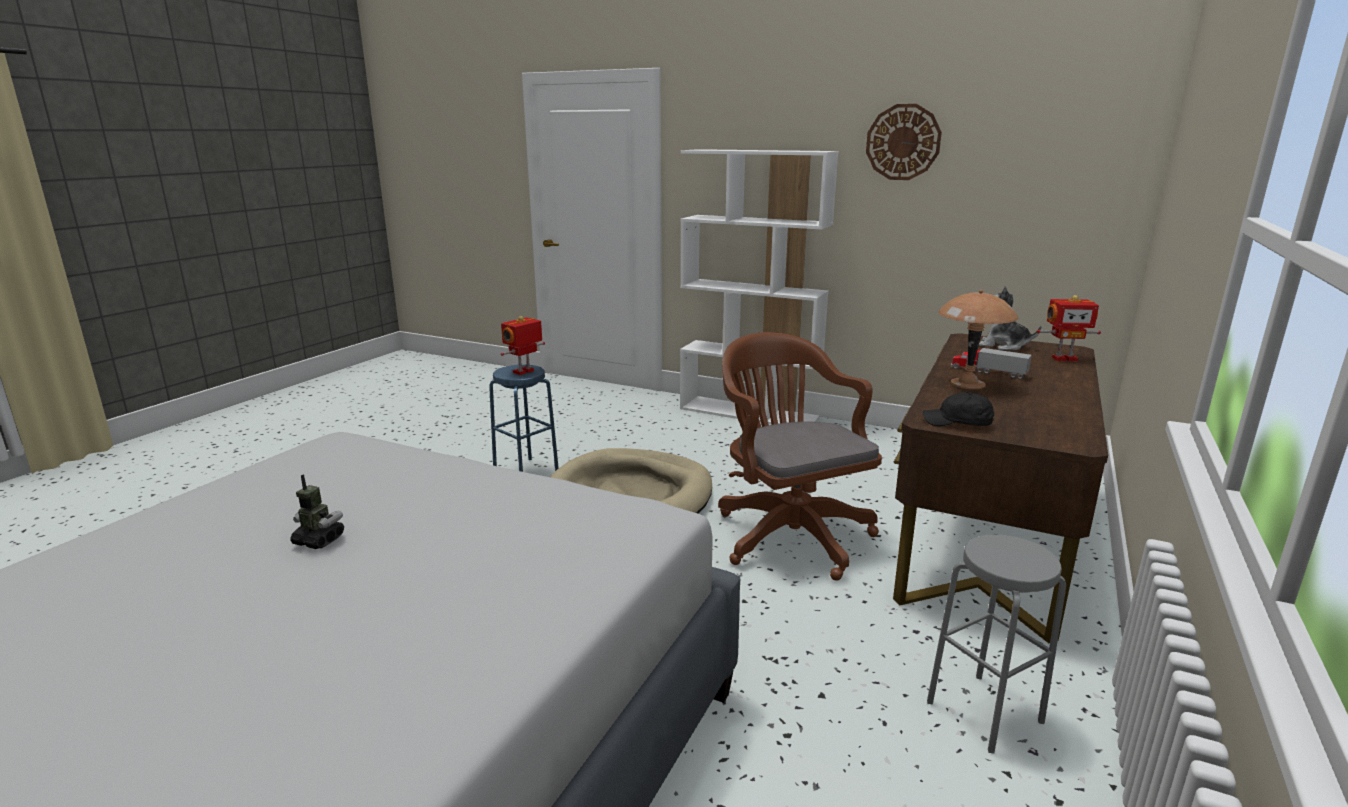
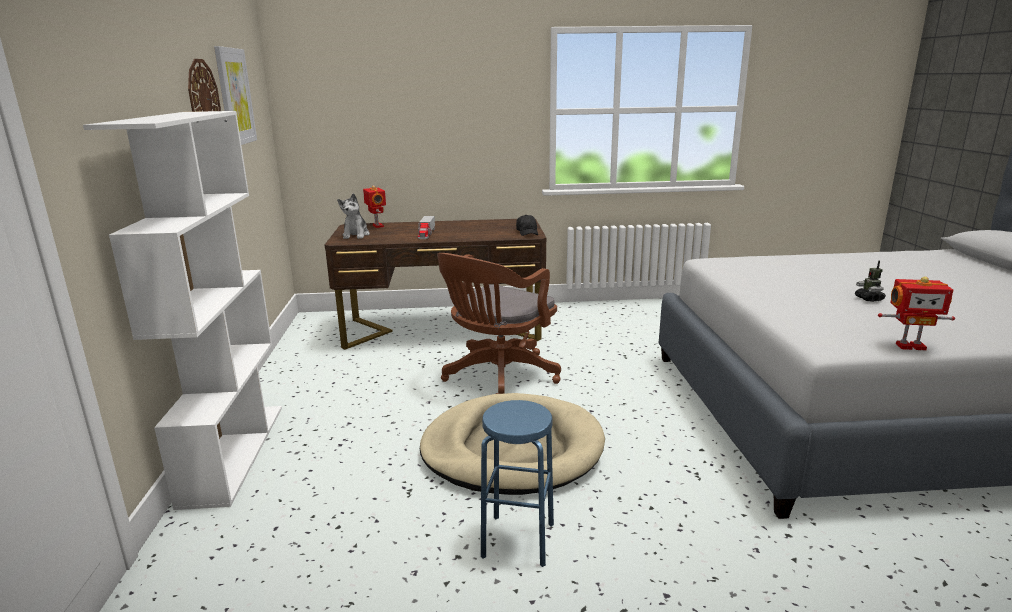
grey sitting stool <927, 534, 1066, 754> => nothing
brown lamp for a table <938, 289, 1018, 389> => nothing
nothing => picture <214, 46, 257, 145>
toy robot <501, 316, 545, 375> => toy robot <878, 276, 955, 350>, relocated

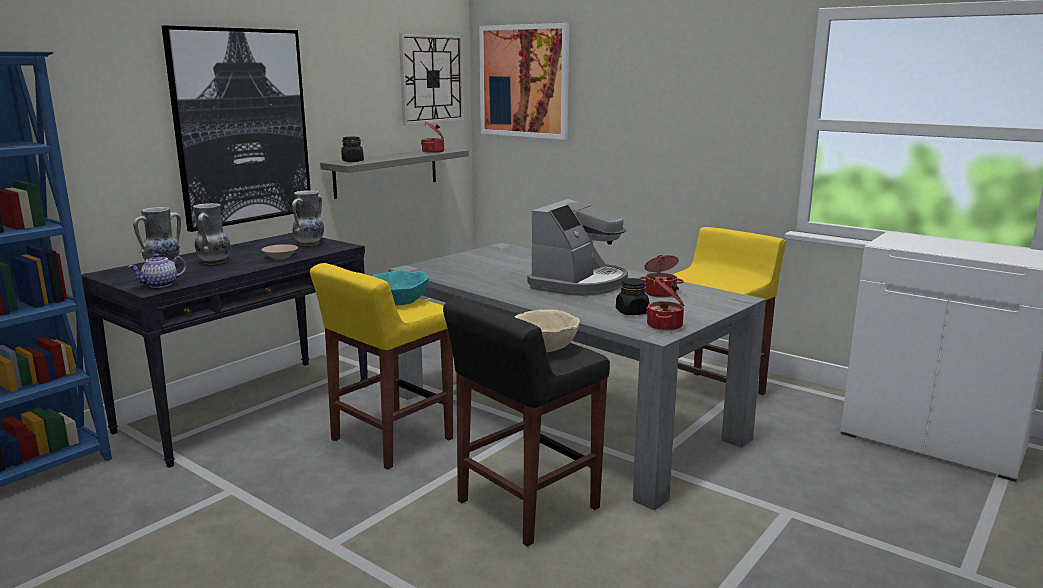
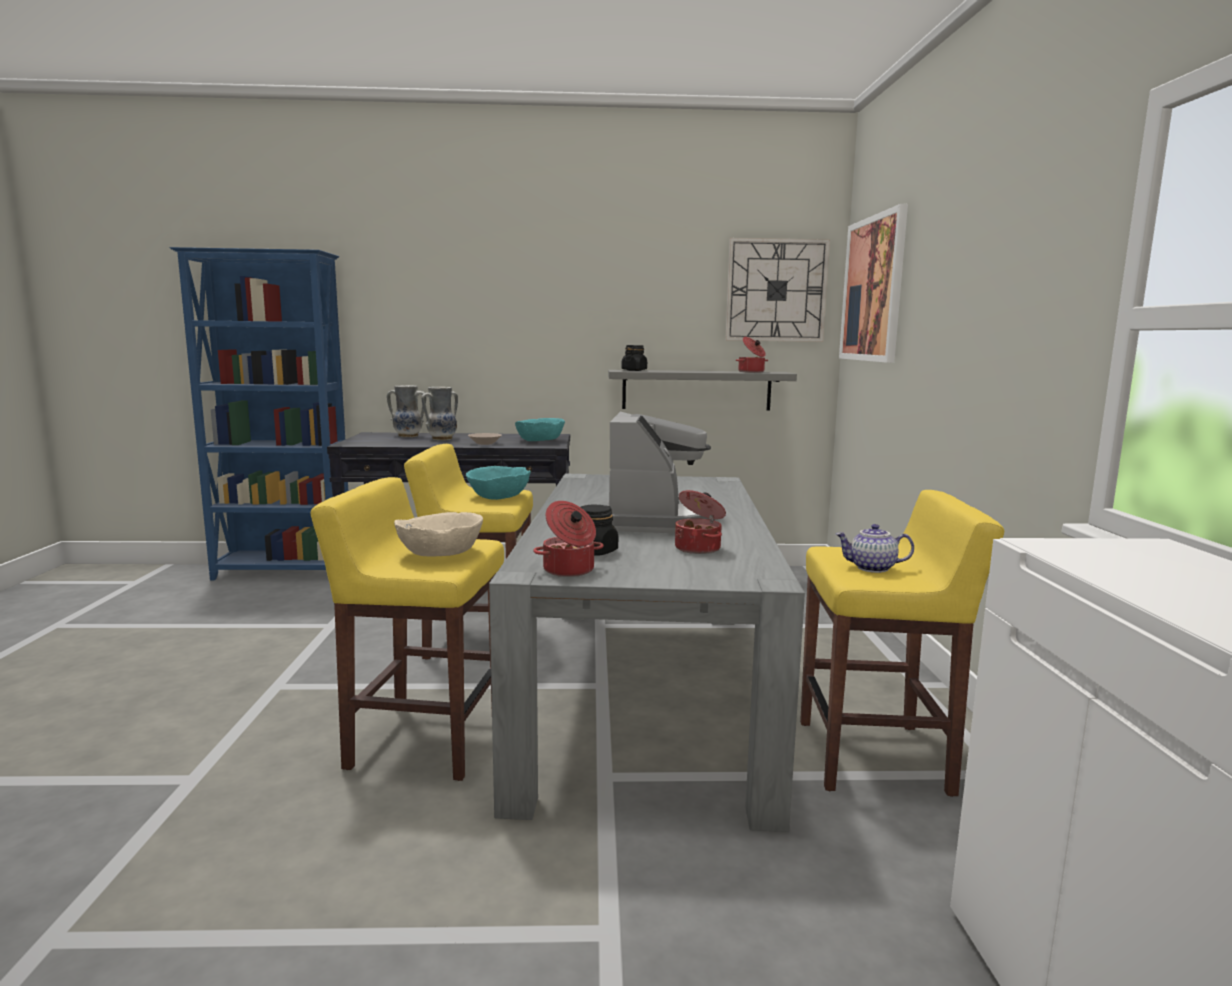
picture <162, 26, 311, 232> => nothing
teapot <128, 254, 187, 288> => teapot <835, 524, 914, 573>, relocated
vase <292, 190, 324, 246> => turquoise bowl <515, 418, 565, 441>
blackish sitting stool <443, 298, 610, 547> => yellow-coloured sitting stool <311, 477, 504, 781>
coffee maker <528, 199, 628, 296> => coffee maker <607, 412, 715, 533>, 75 degrees counterclockwise

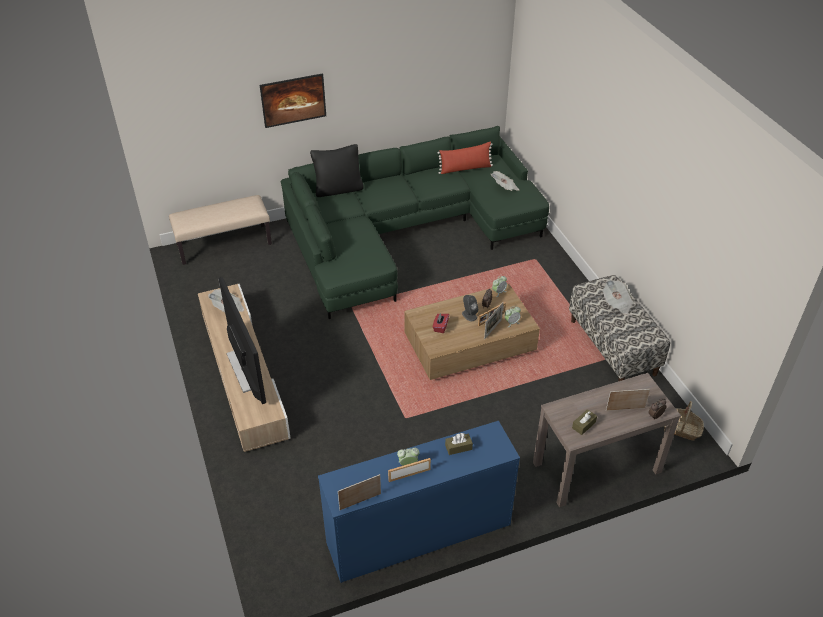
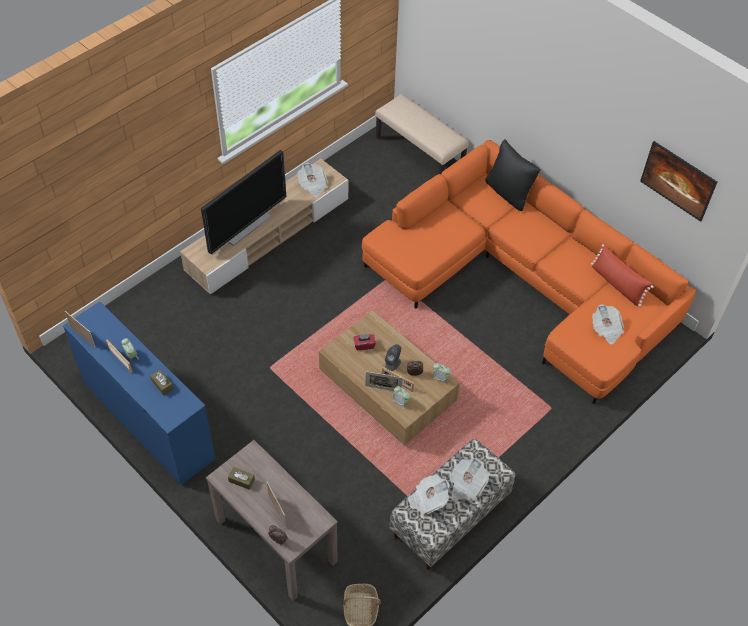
nothing => printed paper <408, 474, 450, 515>
picture <260, 73, 326, 128> => picture <640, 141, 717, 222>, relocated
green-coloured settee <281, 126, 549, 319> => orange-coloured settee <362, 140, 696, 404>

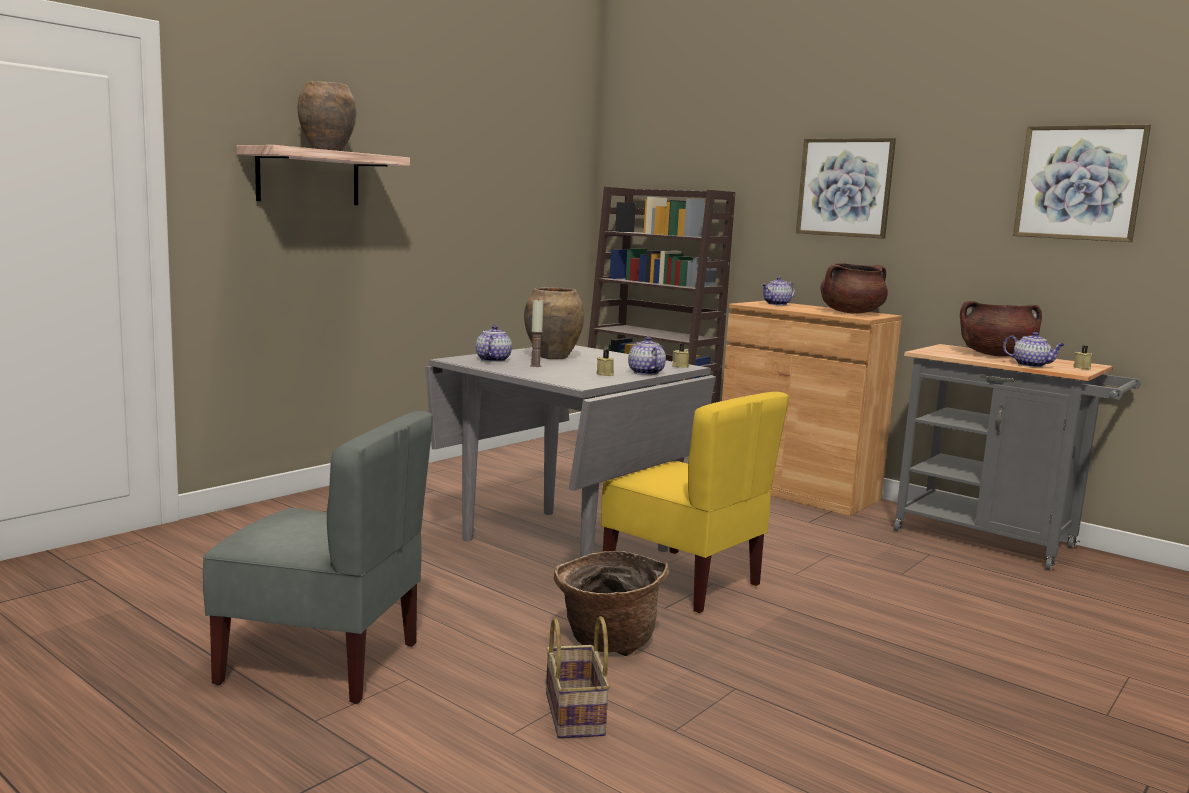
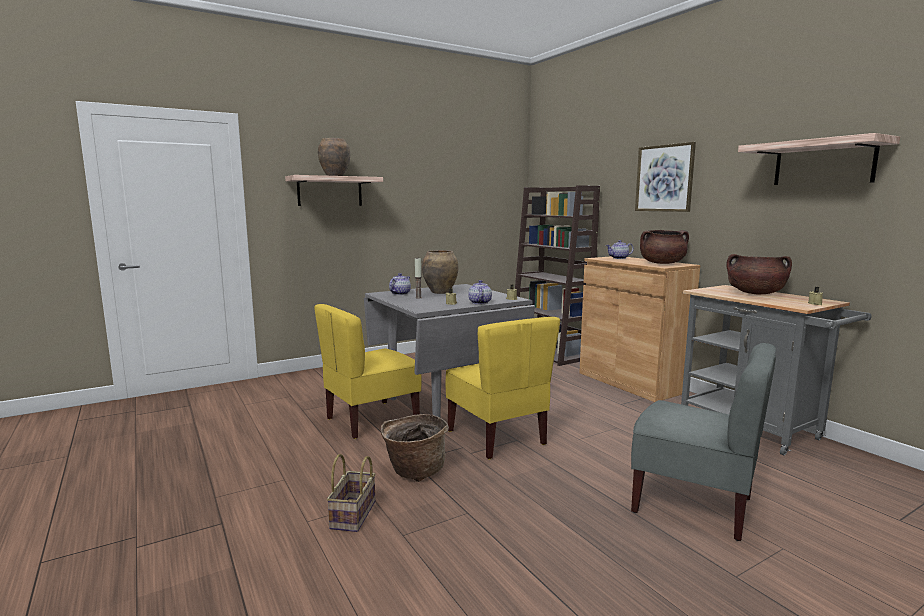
teapot <1003, 332, 1065, 367> => nothing
nothing => yellow-coloured upright chair <314, 304, 422, 439>
grey upright chair <203, 411, 433, 704> => grey upright chair <631, 343, 776, 541>, relocated
picture <1013, 124, 1151, 242> => shelf <738, 133, 900, 185>

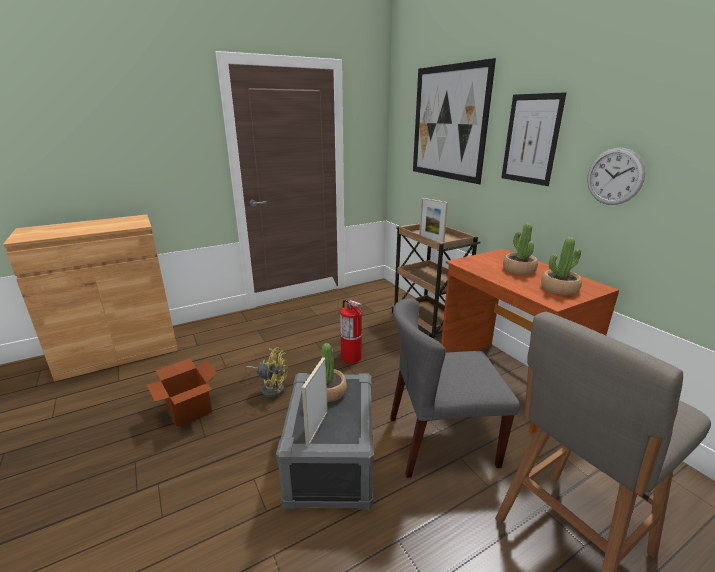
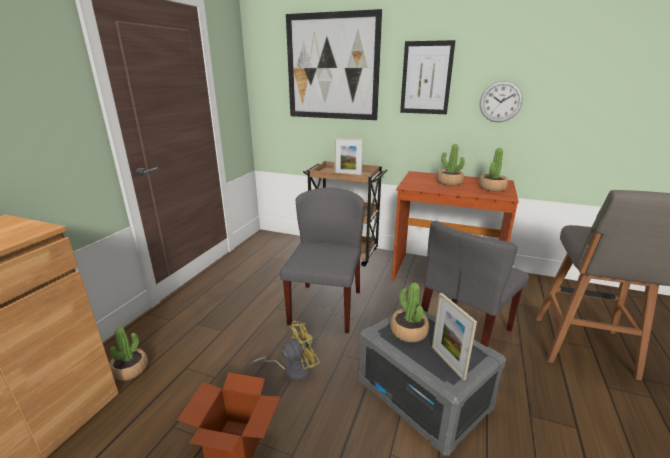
nothing => plant in a pot <110, 327, 148, 381>
fire extinguisher <340, 300, 363, 364> => grey upright chair <280, 187, 365, 333>

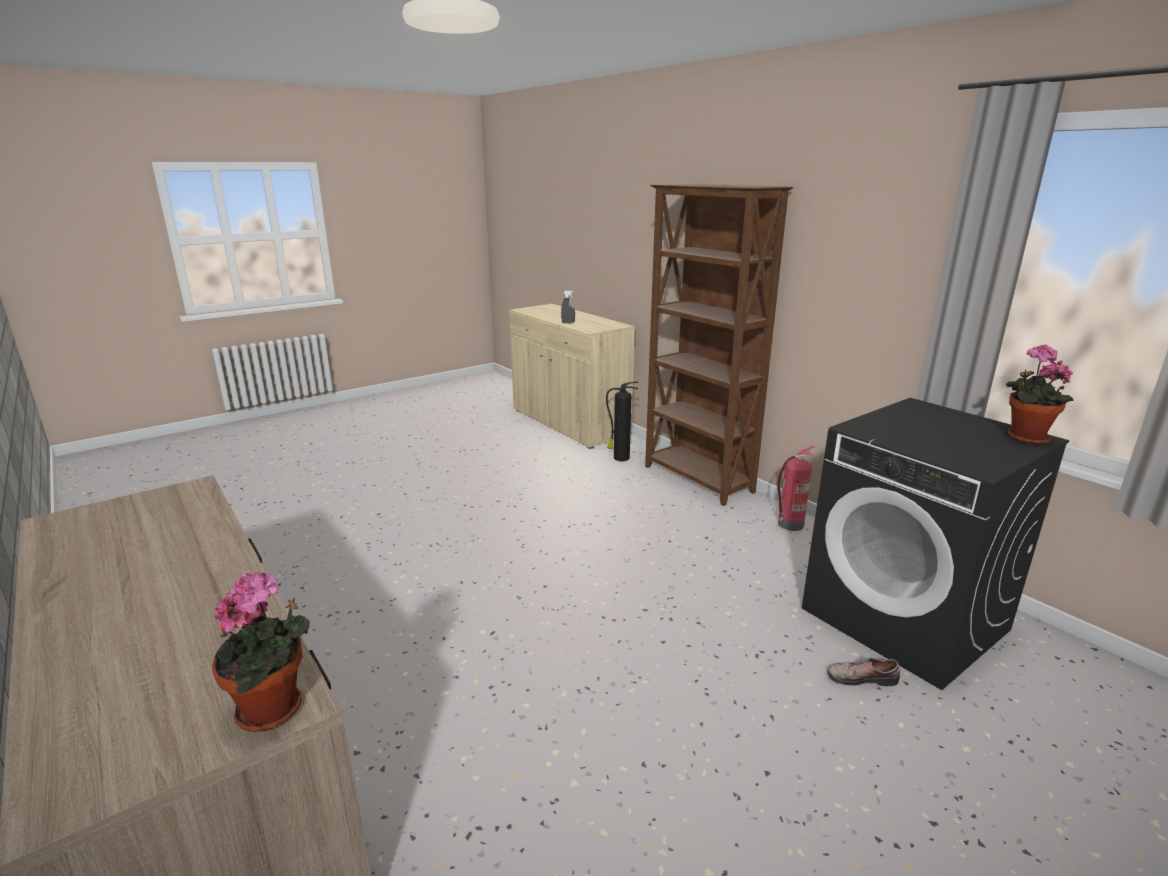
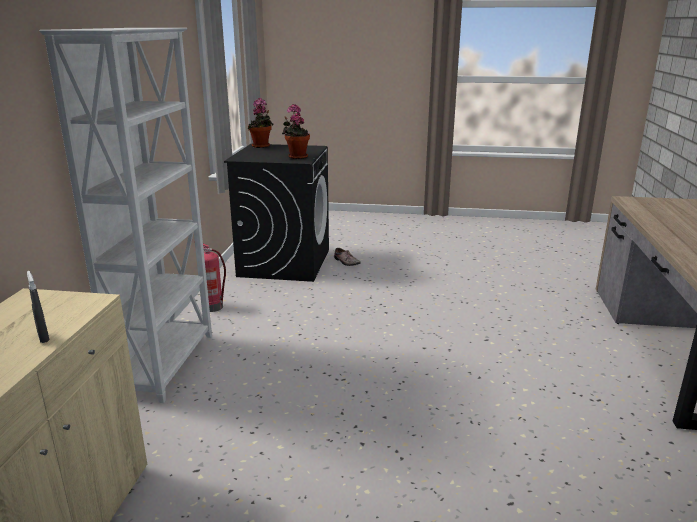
fire extinguisher <606, 381, 638, 461> => nothing
plant in a pot <212, 572, 310, 732> => plant in a pot <282, 104, 310, 159>, relocated
brown bookcase <645, 184, 793, 506> => whitish bookcase <39, 28, 212, 403>

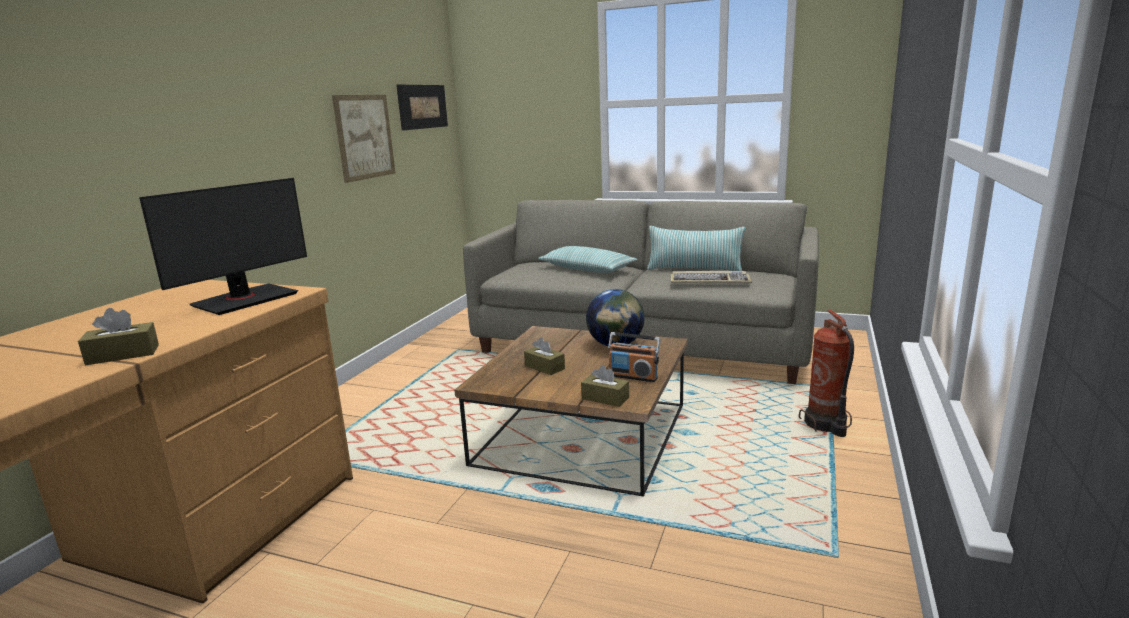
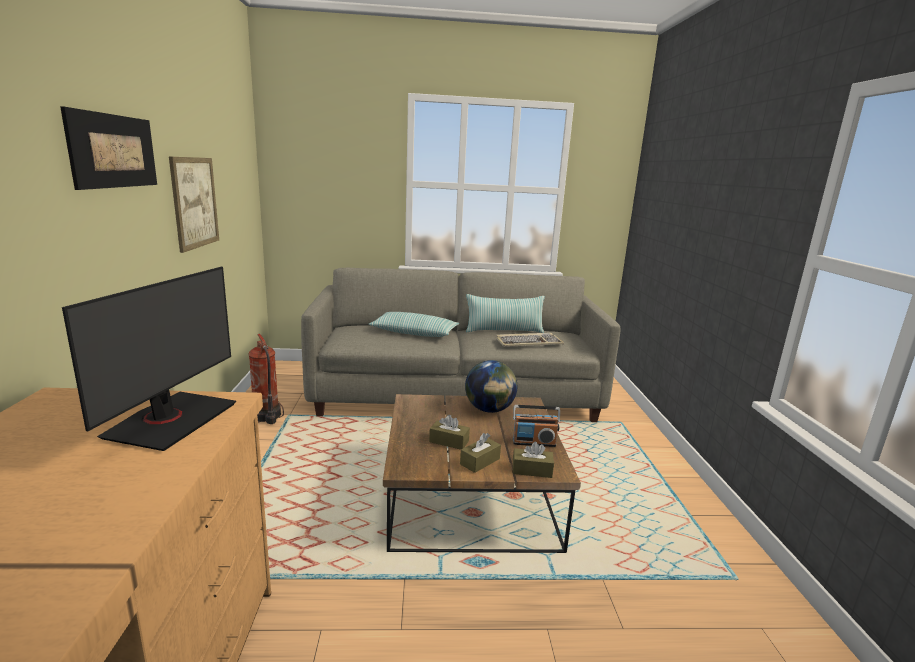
brown tissue box <78, 308, 159, 365> => brown tissue box <460, 433, 501, 473>, relocated
picture <396, 85, 448, 131> => picture <60, 106, 157, 190>, relocated
fire extinguisher <799, 309, 854, 437> => fire extinguisher <249, 334, 284, 424>, relocated

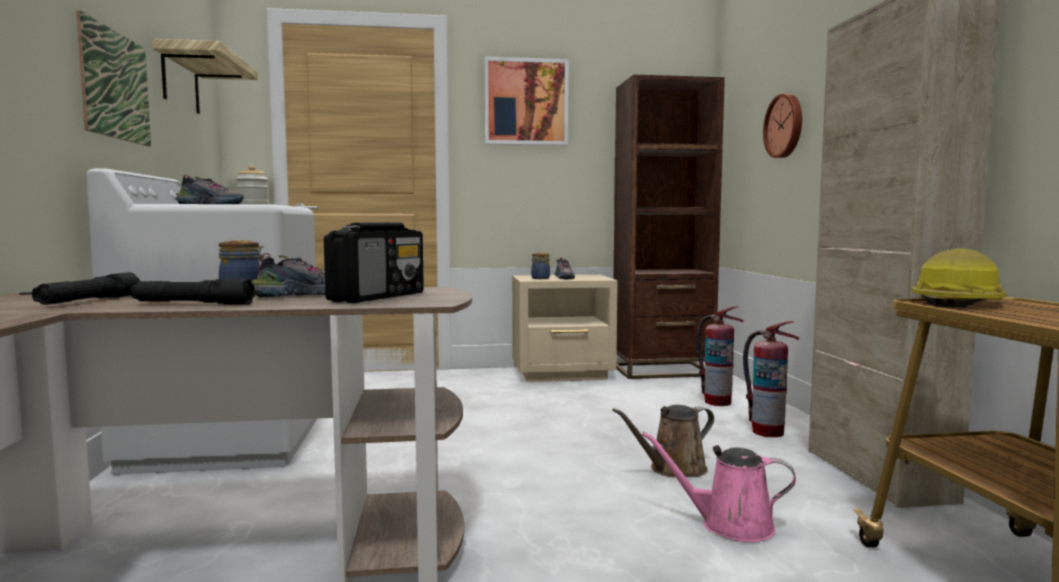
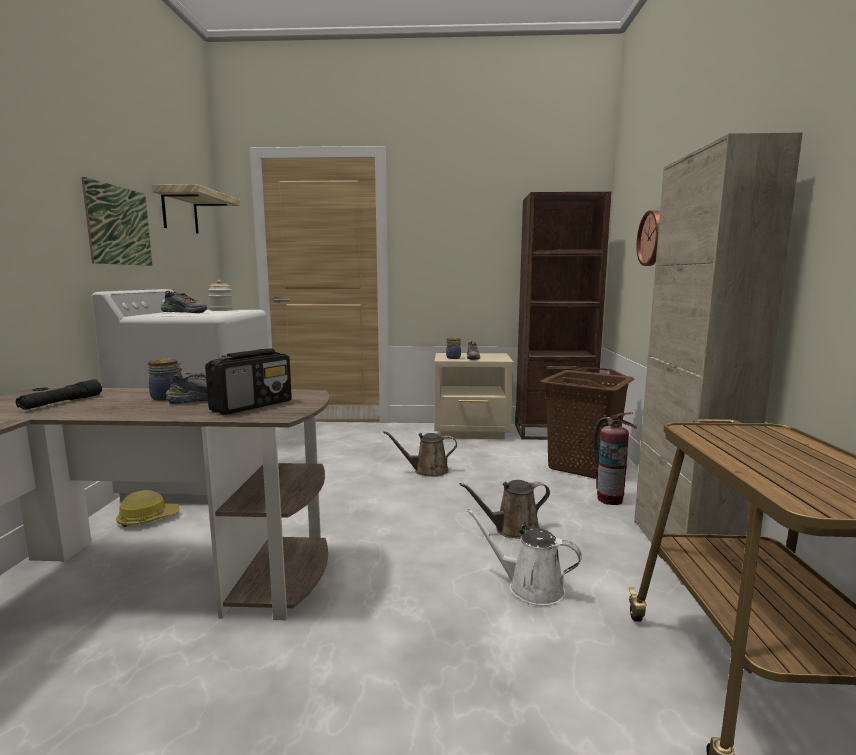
blackish hand torch <131, 279, 255, 305> => nothing
picture <484, 57, 569, 146> => nothing
nothing => brown sprinkling can <383, 431, 457, 477>
hard hat <912, 248, 1007, 308> => hard hat <116, 490, 180, 527>, relocated
fire extinguisher <696, 306, 744, 406> => brown washing basket <540, 367, 634, 479>
pink-coloured sprinkling can <642, 432, 796, 542> => whitish sprinkling can <467, 509, 582, 606>

